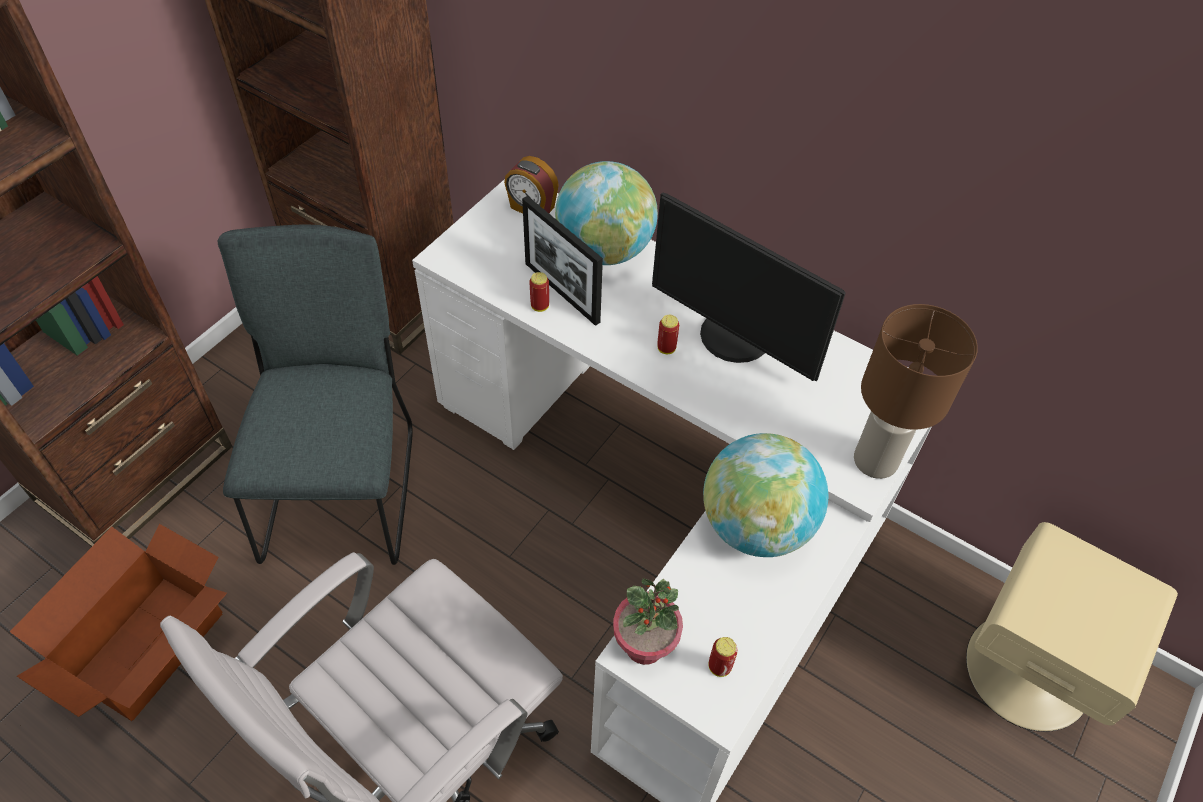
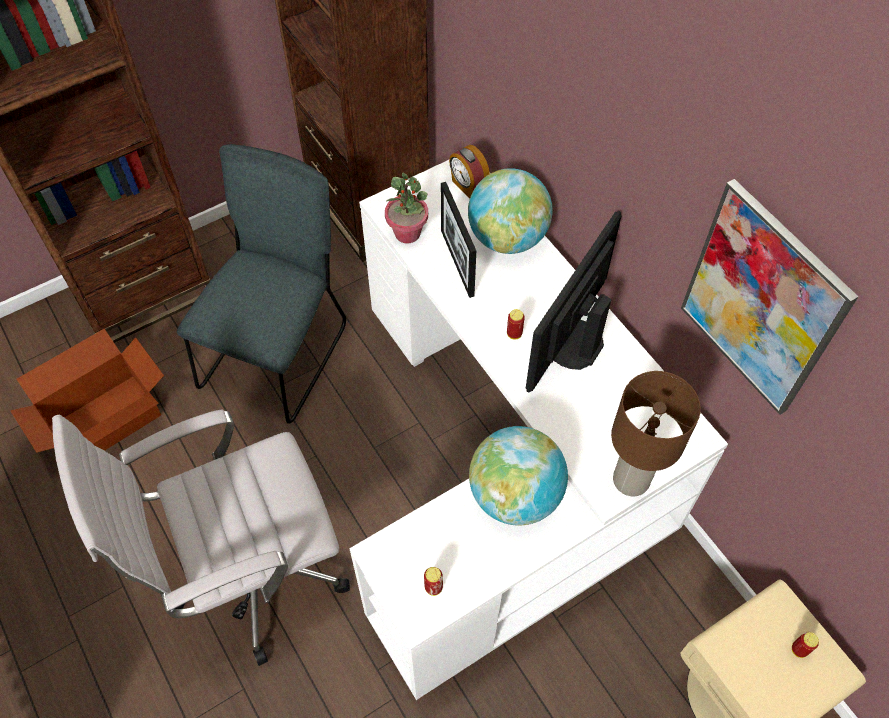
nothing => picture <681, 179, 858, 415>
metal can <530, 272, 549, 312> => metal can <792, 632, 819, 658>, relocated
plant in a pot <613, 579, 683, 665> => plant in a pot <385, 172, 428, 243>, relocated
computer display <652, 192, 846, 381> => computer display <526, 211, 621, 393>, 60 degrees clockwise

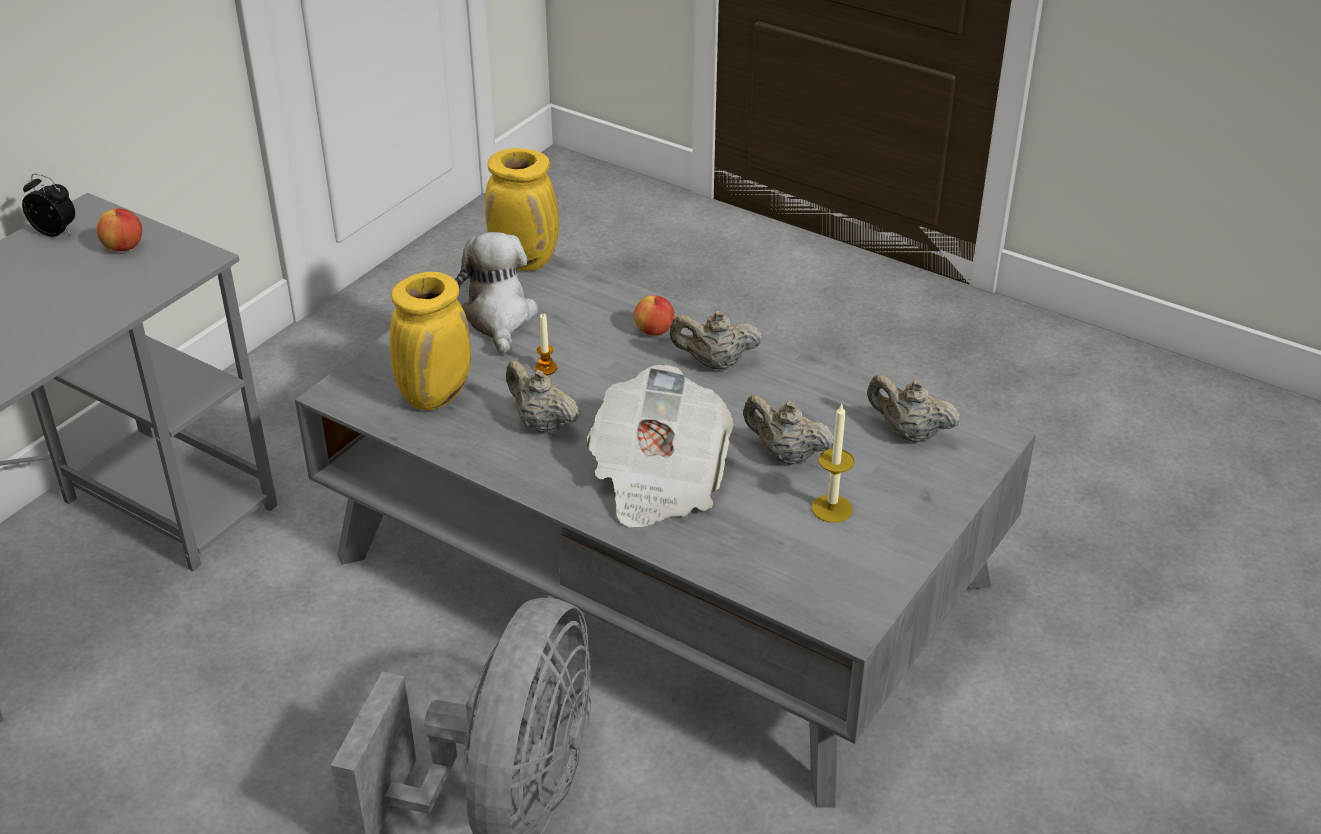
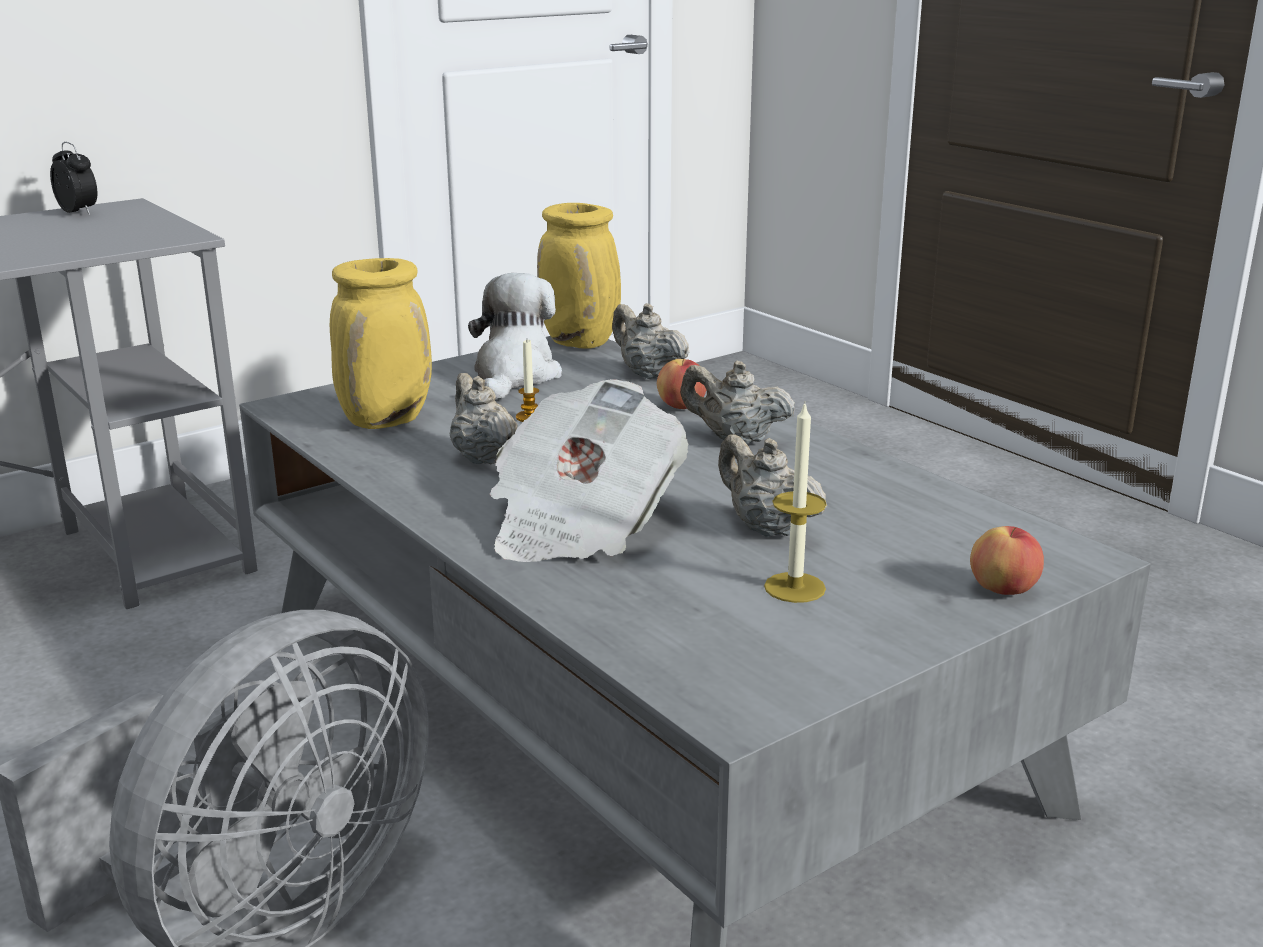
apple <97, 208, 142, 251> => apple <970, 526, 1044, 595>, relocated
beige teapot <867, 374, 960, 443> => beige teapot <612, 303, 690, 379>, relocated

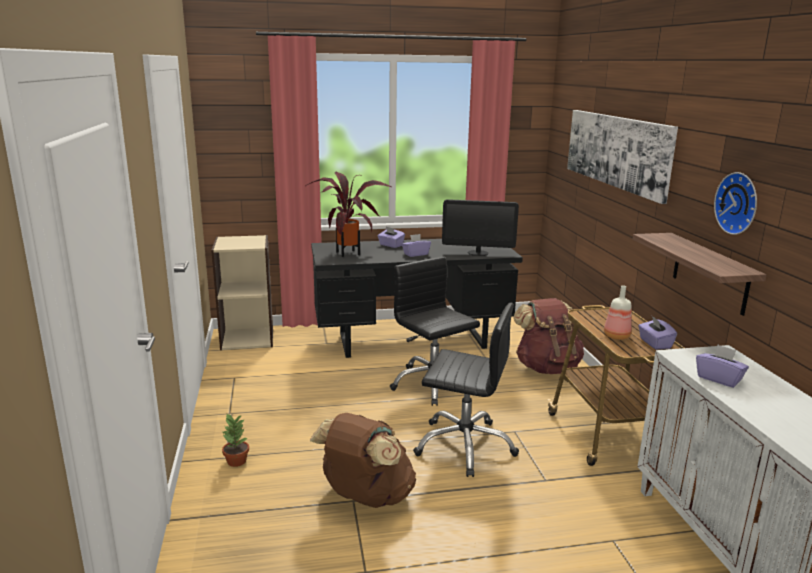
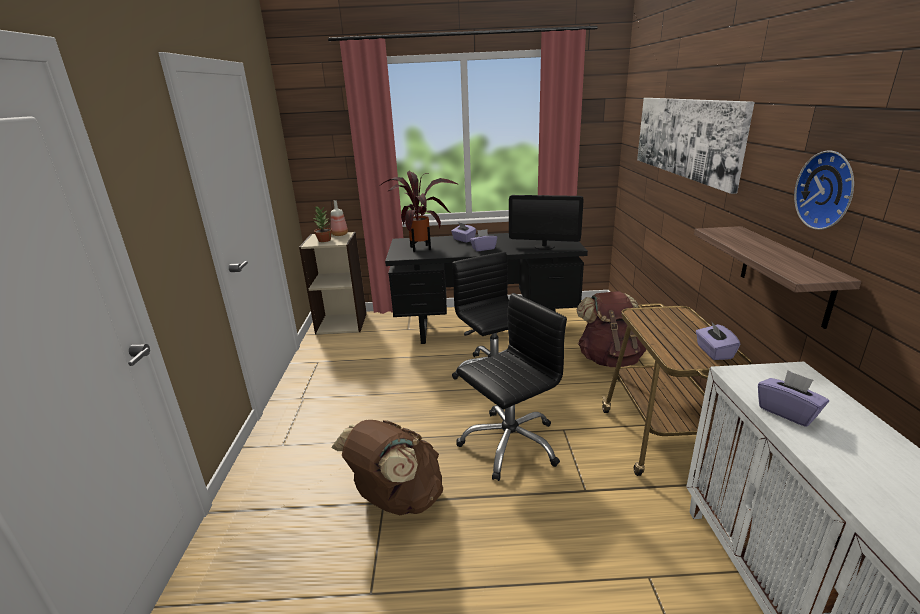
plant in a pot <221, 414, 249, 467> => plant in a pot <314, 207, 332, 242>, relocated
bottle <604, 285, 631, 340> => bottle <331, 200, 348, 236>, relocated
blackish office chair <413, 303, 519, 477> => blackish office chair <456, 293, 567, 481>, 60 degrees counterclockwise

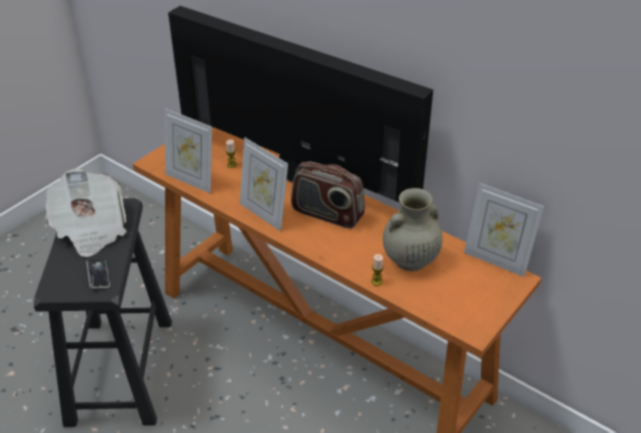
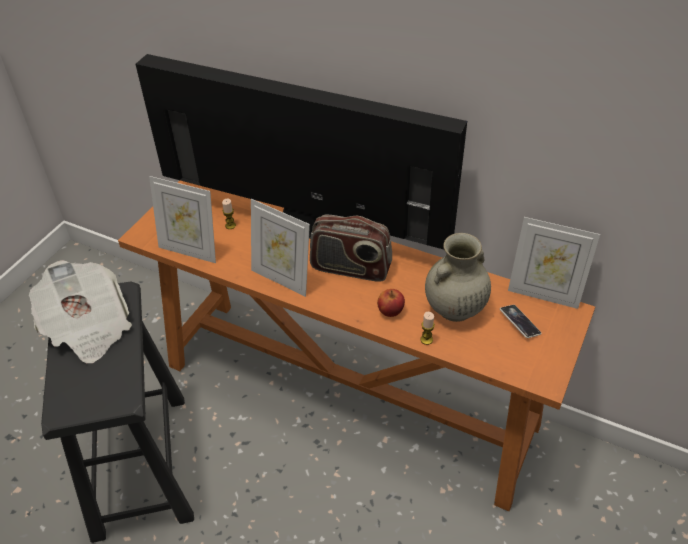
nothing => apple <377, 289, 405, 317>
telephone <87, 260, 110, 288> => telephone <500, 305, 542, 338>, relocated

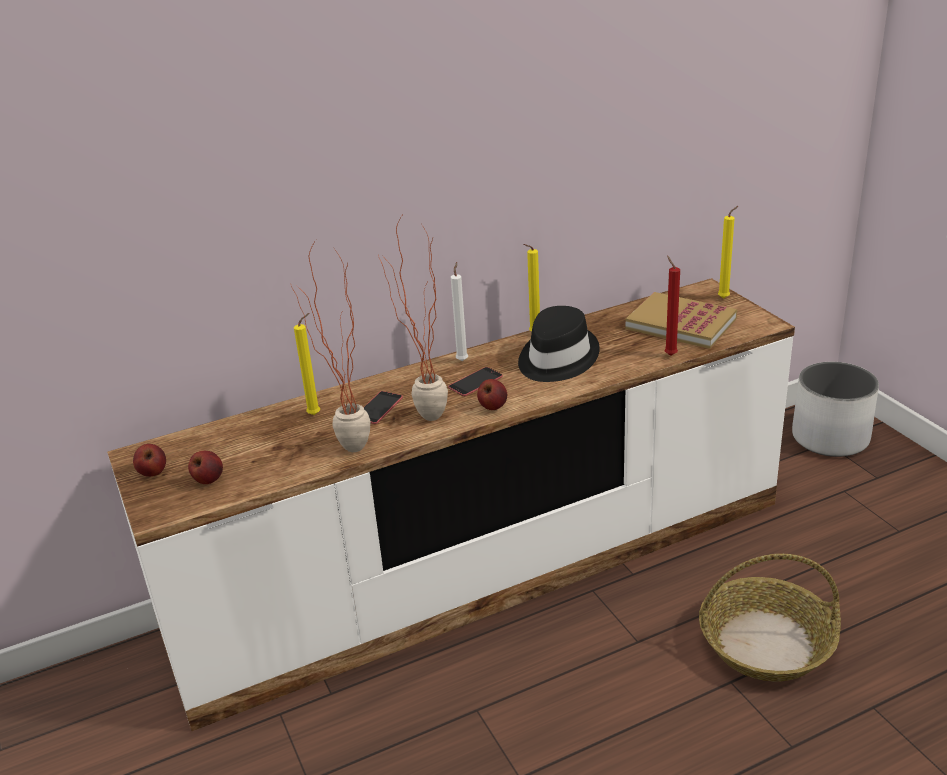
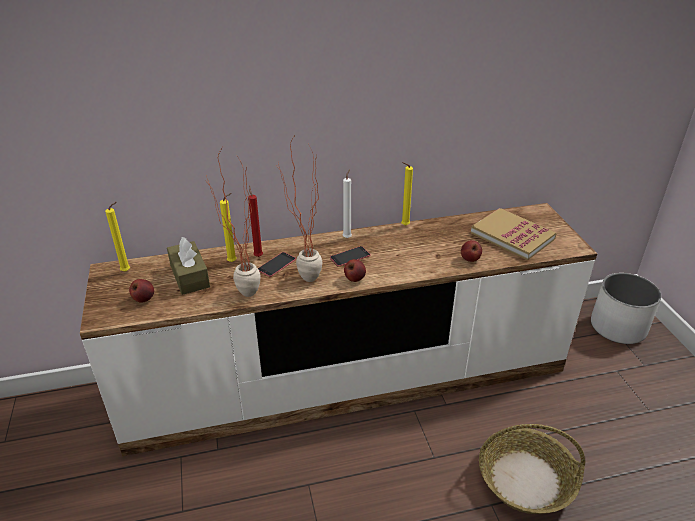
blackish clothing hat <518, 306, 600, 382> => nothing
nothing => brown tissue box <167, 237, 210, 295>
apple <133, 444, 166, 477> => apple <461, 240, 482, 262>, relocated
reddish wax candle <665, 256, 680, 356> => reddish wax candle <248, 185, 263, 257>, relocated
yellow-coloured wax candle <718, 206, 738, 299> => yellow-coloured wax candle <105, 202, 130, 272>, relocated

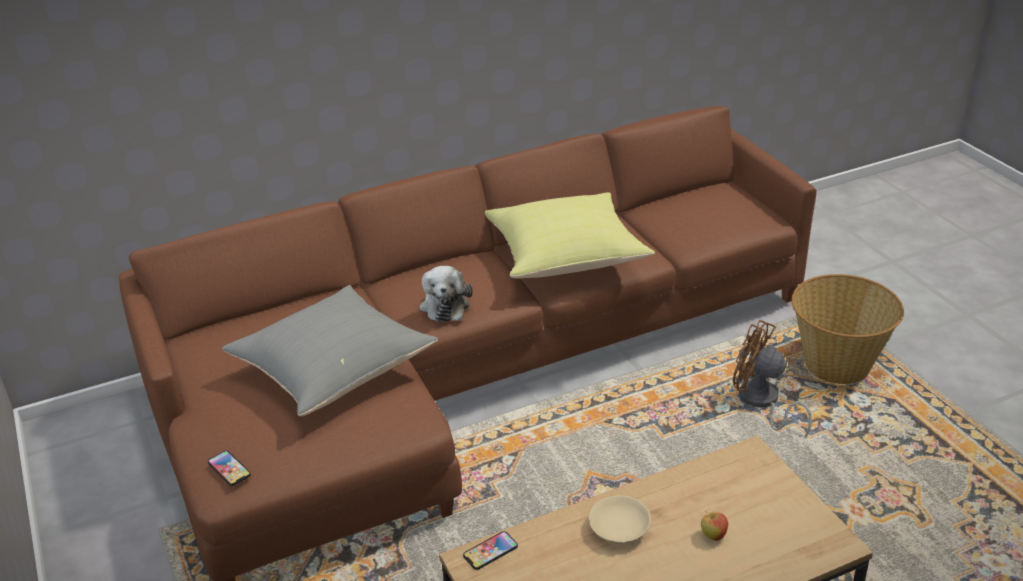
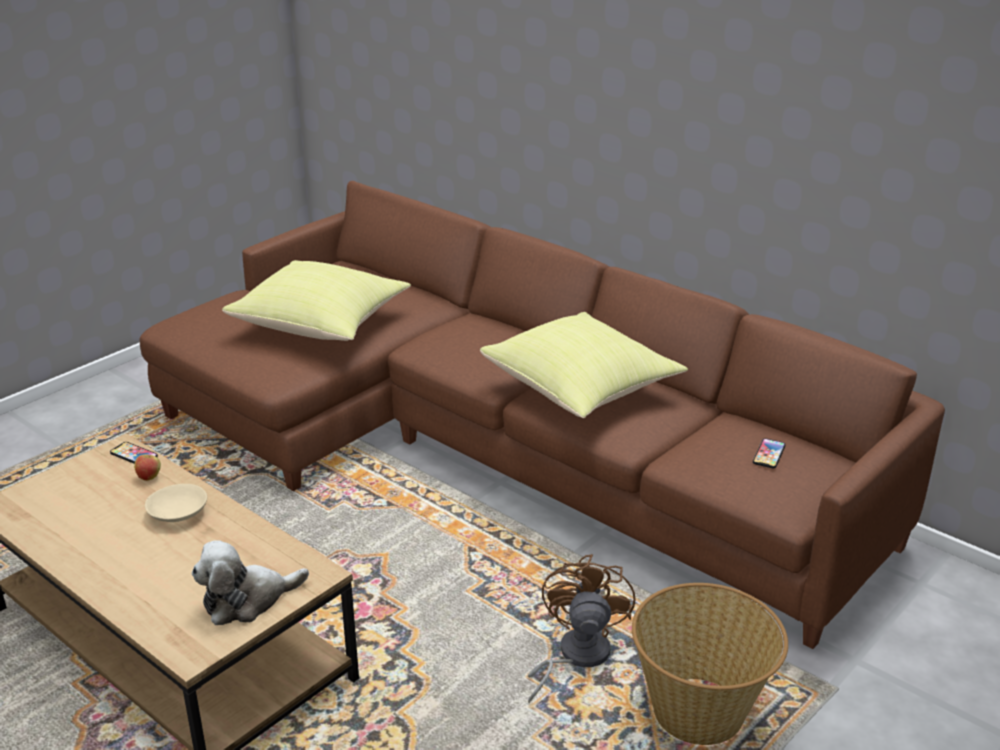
telephone <208, 451, 251, 486> => telephone <753, 438, 785, 468>, relocated
soft toy <420, 266, 473, 322> => soft toy <192, 541, 309, 625>, relocated
apple <701, 511, 728, 541> => apple <134, 451, 161, 481>, relocated
grey throw pillow <222, 285, 438, 416> => yellow-coloured throw pillow <222, 260, 411, 341>

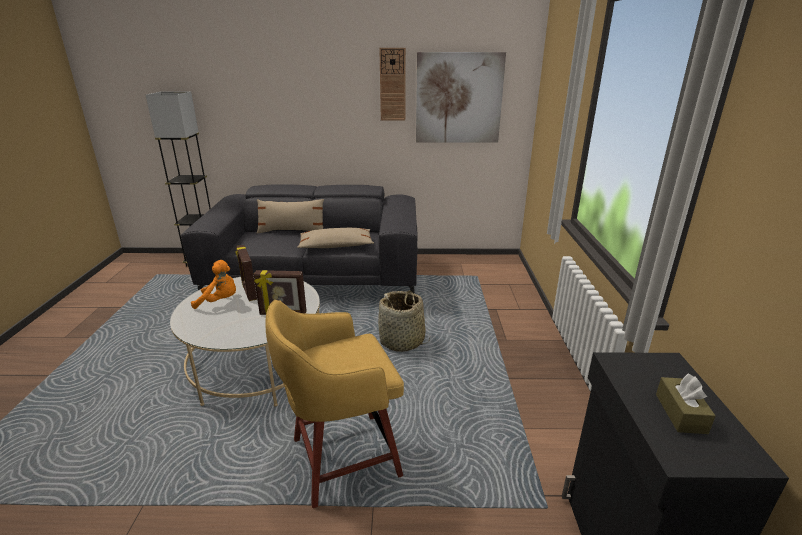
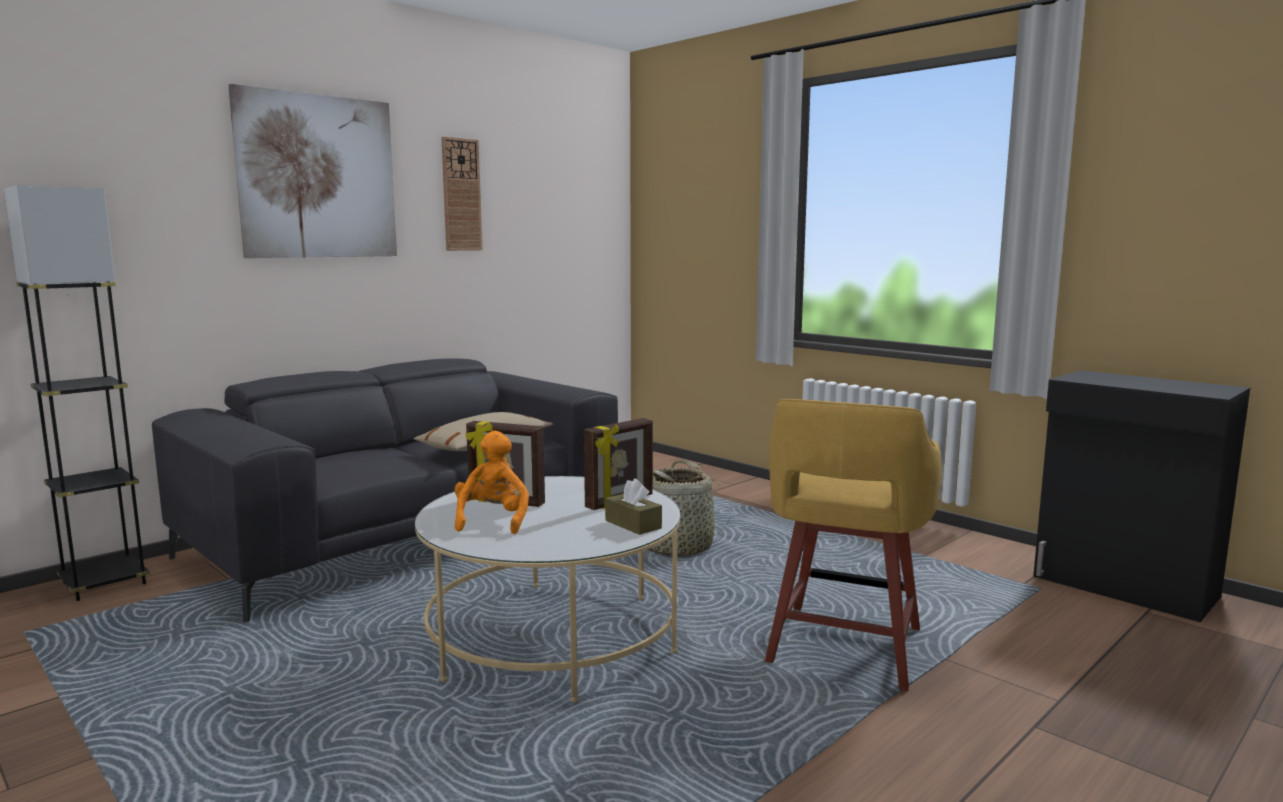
beige throw pillow <257, 199, 324, 233> => nothing
picture <416, 52, 506, 143> => picture <228, 84, 397, 258>, relocated
brown tissue box <656, 374, 716, 434> => brown tissue box <605, 479, 662, 535>, relocated
orange-coloured soft toy <191, 260, 236, 309> => orange-coloured soft toy <455, 431, 529, 534>, 45 degrees counterclockwise

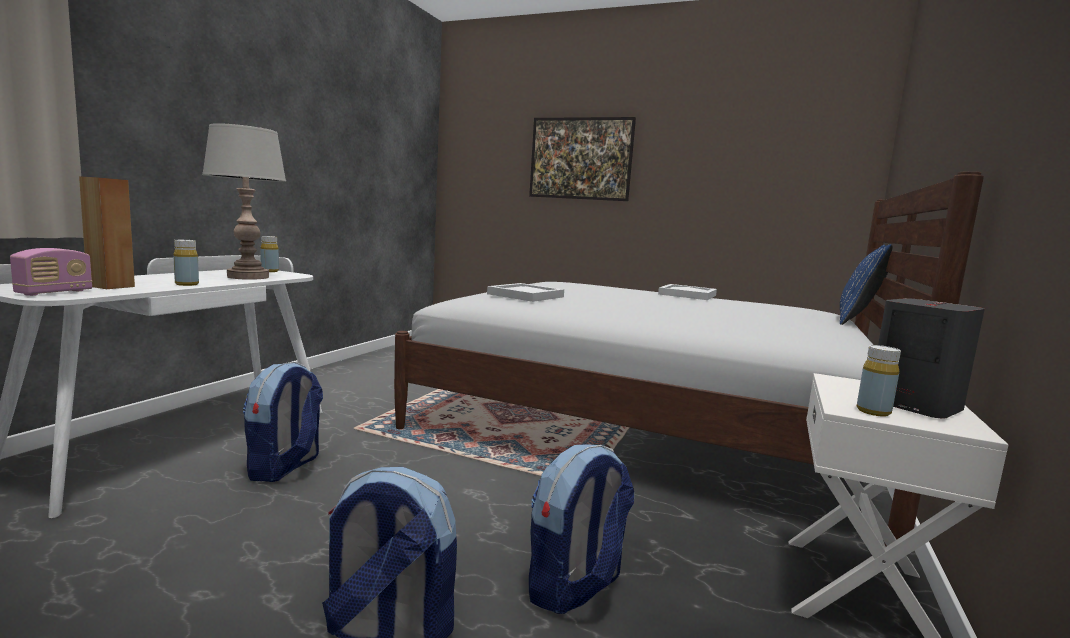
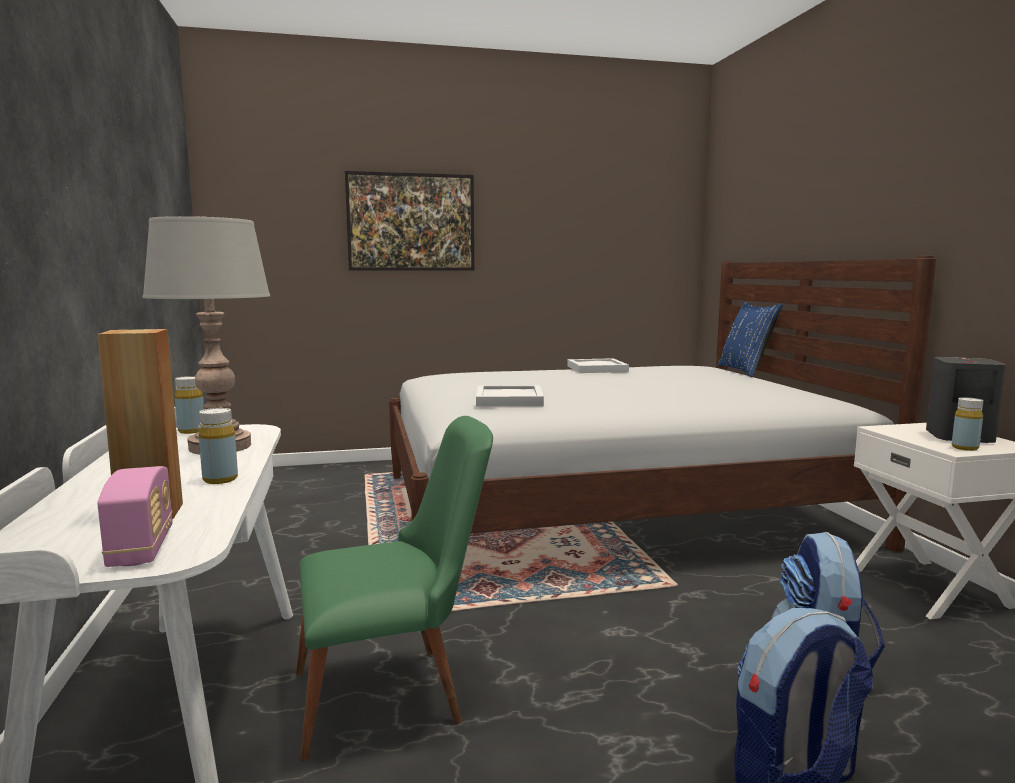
knapsack <243, 362, 323, 482> => green-coloured upright chair <296, 416, 493, 761>

